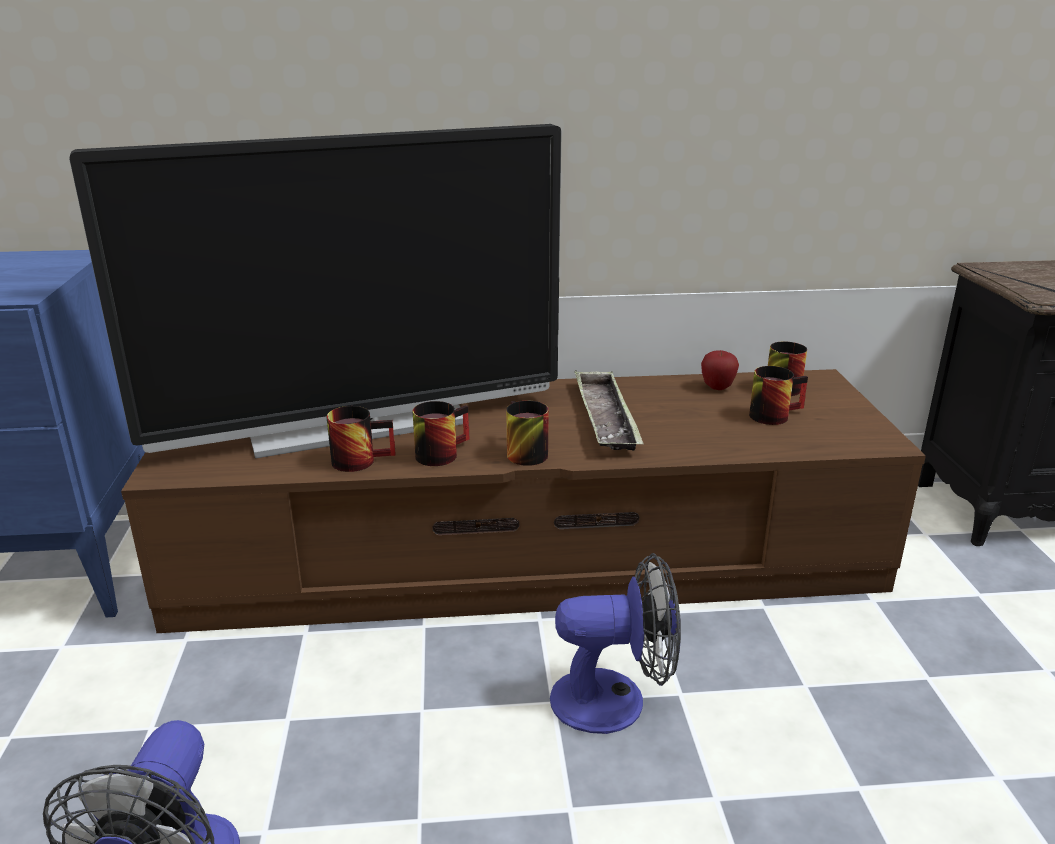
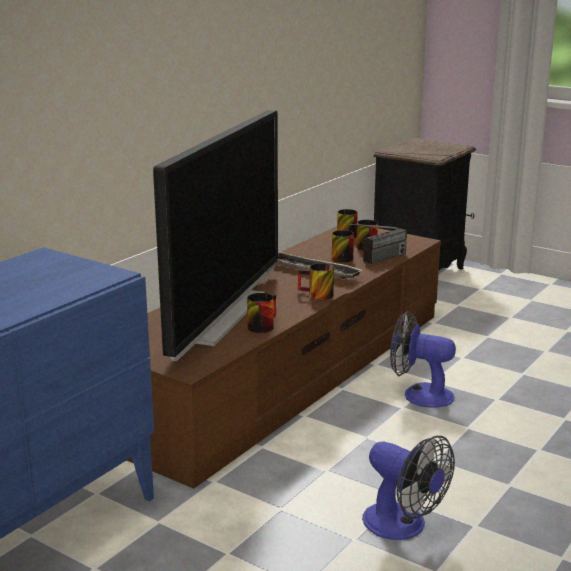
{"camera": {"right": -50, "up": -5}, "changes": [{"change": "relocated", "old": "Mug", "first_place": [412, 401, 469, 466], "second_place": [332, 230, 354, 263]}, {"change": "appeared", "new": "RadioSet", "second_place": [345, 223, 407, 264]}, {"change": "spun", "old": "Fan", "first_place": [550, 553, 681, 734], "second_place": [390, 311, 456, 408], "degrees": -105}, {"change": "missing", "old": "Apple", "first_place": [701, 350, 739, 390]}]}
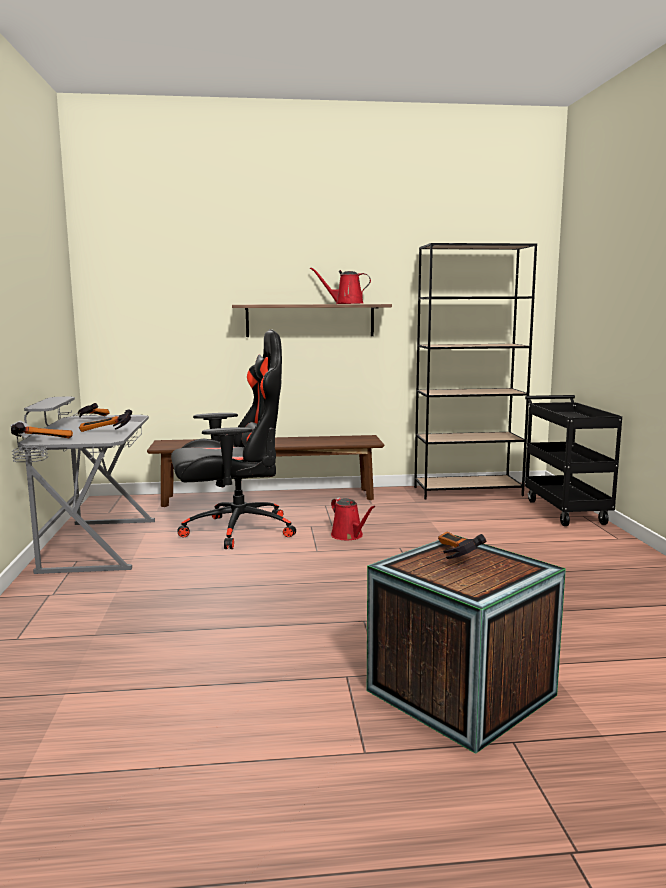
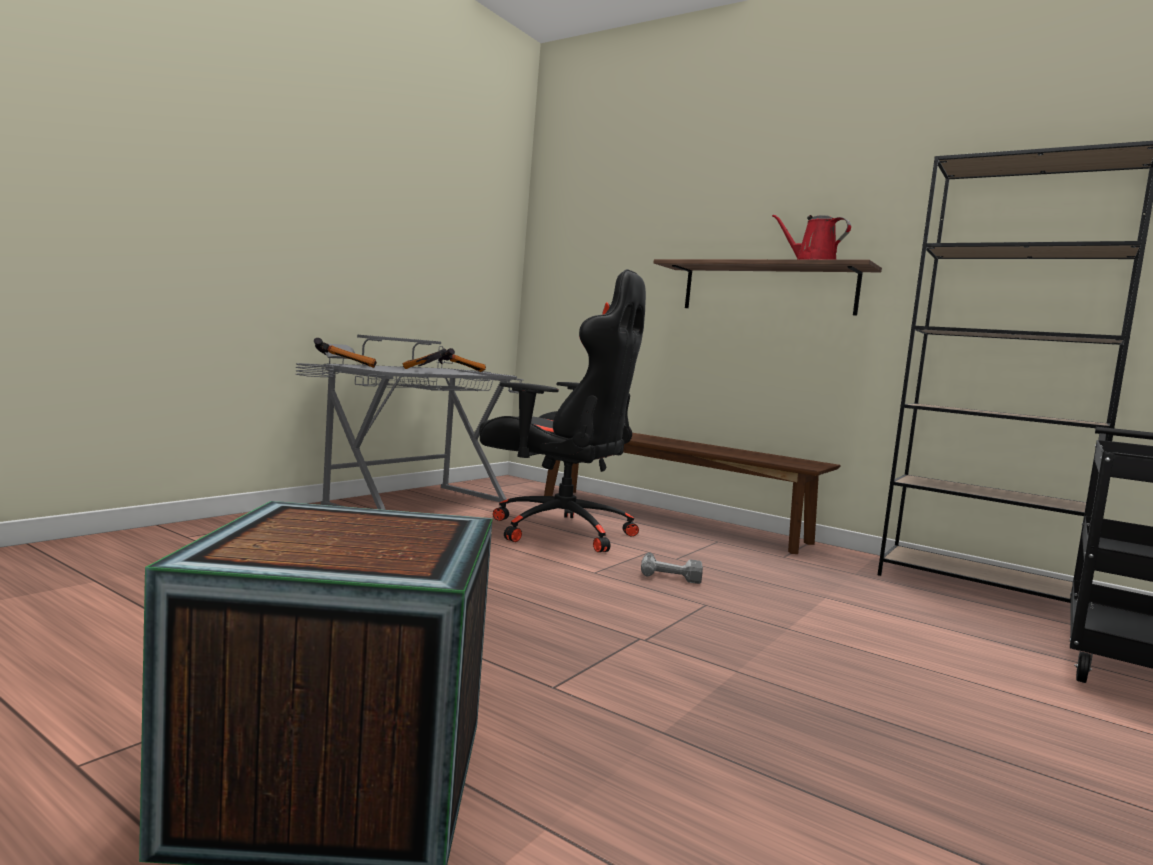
{"camera": {"right": 40, "up": -5}, "changes": [{"change": "exchanged", "old": "RedSprinklingCan", "new": "PowerDrill", "first_place": [331, 497, 375, 540], "second_place": [641, 552, 703, 584]}, {"change": "missing", "old": "HandHammer", "first_place": [438, 532, 486, 559]}]}
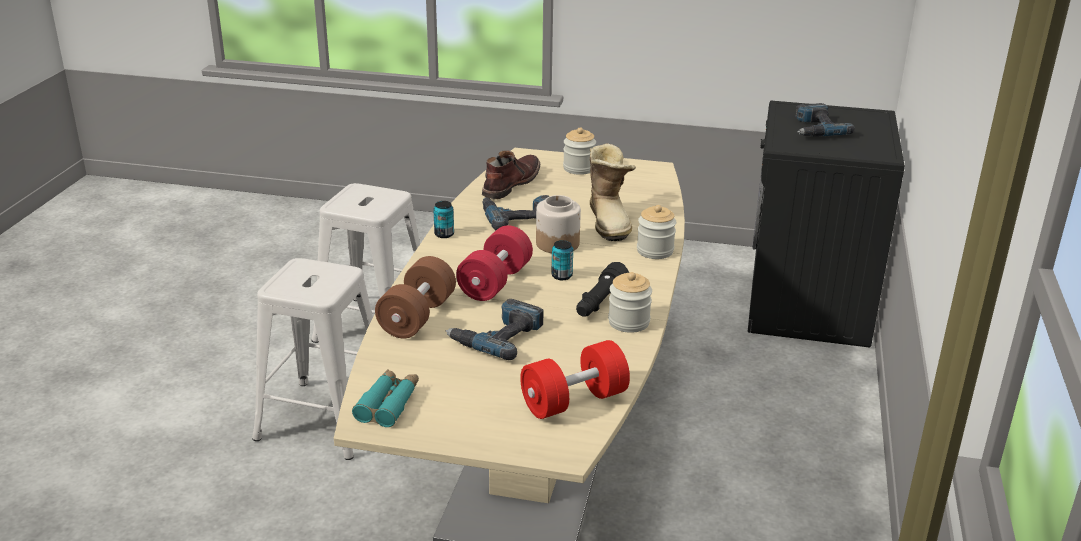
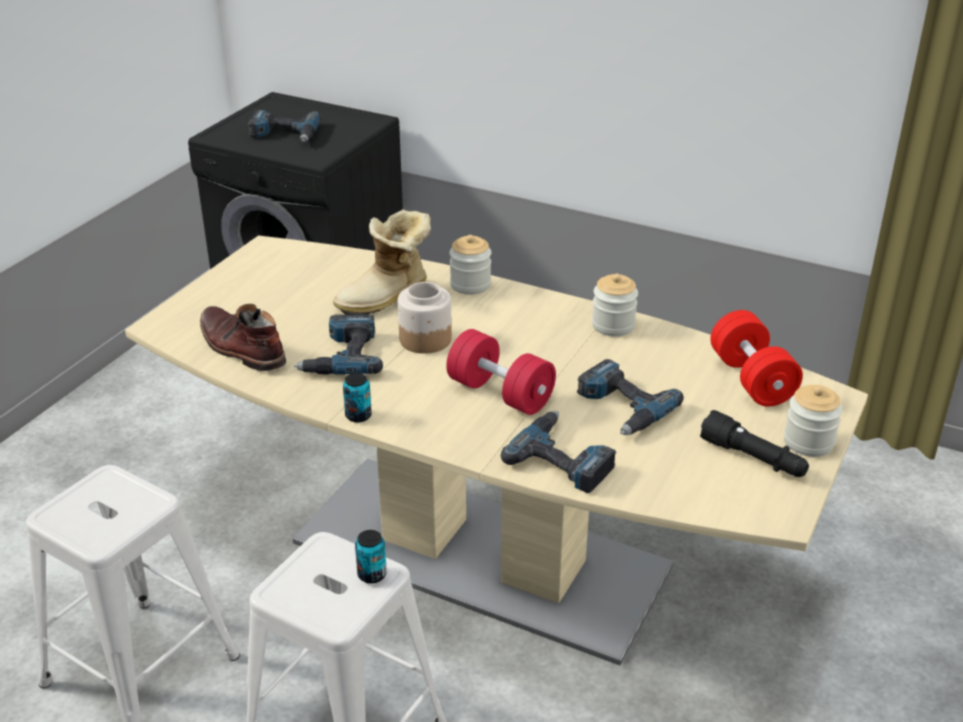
{"camera": {"right": -75, "up": 5}, "changes": [{"change": "spun", "old": "TallBoot", "first_place": [590, 144, 636, 241], "second_place": [333, 209, 431, 314], "degrees": 135}, {"change": "relocated", "old": "Can", "first_place": [551, 240, 573, 280], "second_place": [355, 530, 387, 584]}, {"change": "exchanged", "old": "BrownDumbbell", "new": "PowerDrill", "first_place": [375, 256, 456, 338], "second_place": [501, 410, 616, 493]}, {"change": "relocated", "old": "BlackFlashlight", "first_place": [576, 262, 629, 317], "second_place": [700, 410, 809, 477]}, {"change": "relocated", "old": "StorageJar", "first_place": [563, 127, 596, 175], "second_place": [784, 385, 842, 457]}, {"change": "missing", "old": "BlueGreenPairOfBinoculars", "first_place": [352, 369, 419, 427]}]}
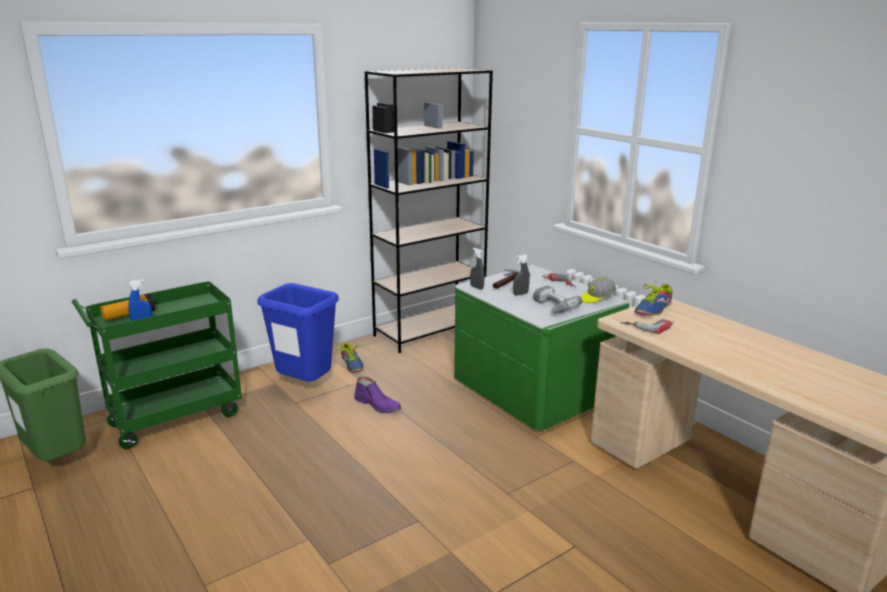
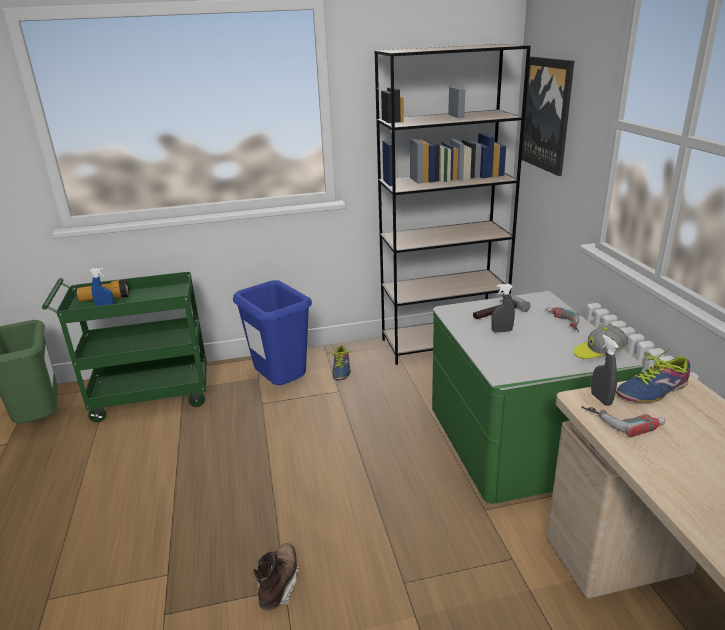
{"camera": {"right": 25, "up": 5}, "changes": [{"change": "appeared", "new": "BrownTallBoot", "second_place": [253, 543, 300, 610]}, {"change": "appeared", "new": "WallPicture", "second_place": [522, 56, 574, 176]}, {"change": "relocated", "old": "GreyishSprayBottle", "first_place": [470, 248, 484, 290], "second_place": [591, 335, 619, 406]}, {"change": "missing", "old": "PurpleTallBoot", "first_place": [354, 377, 401, 413]}, {"change": "missing", "old": "PowerDrill", "first_place": [533, 286, 583, 313]}]}
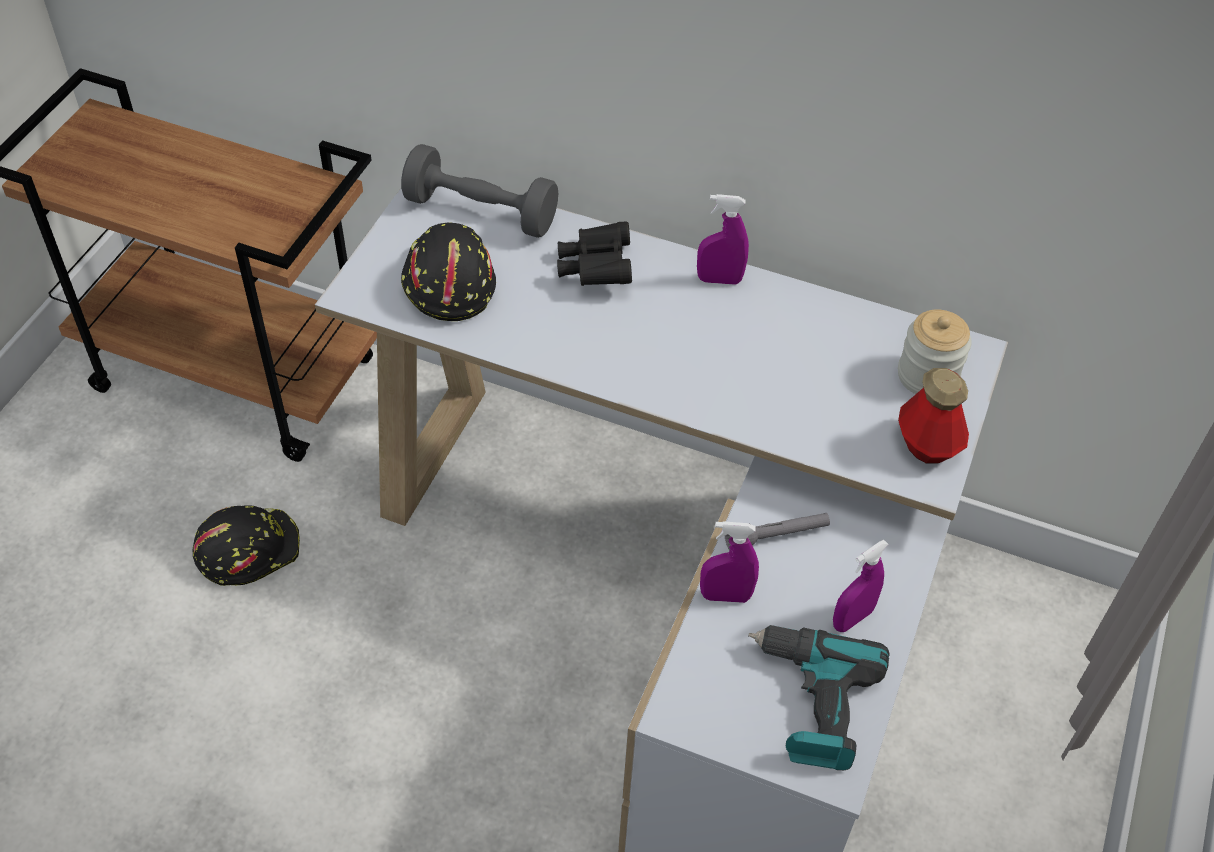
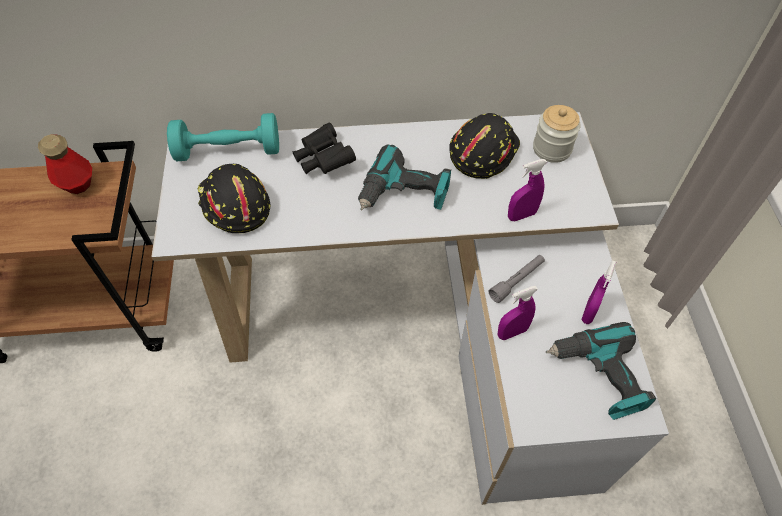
{"camera": {"right": -25, "up": 5}, "changes": [{"change": "relocated", "old": "DrinkBottle", "first_place": [898, 368, 969, 464], "second_place": [38, 134, 92, 194]}, {"change": "colour", "old": "GreyishDumbbell", "new": "BlueGreenDumbbell", "first_place": [401, 144, 558, 238], "second_place": [167, 113, 279, 161]}, {"change": "appeared", "new": "PowerDrill", "second_place": [358, 144, 451, 211]}, {"change": "relocated", "old": "BlackWorkHelmet", "first_place": [193, 505, 300, 586], "second_place": [449, 113, 520, 179]}, {"change": "relocated", "old": "PurpleSprayBottle", "first_place": [697, 194, 749, 285], "second_place": [508, 159, 547, 221]}]}
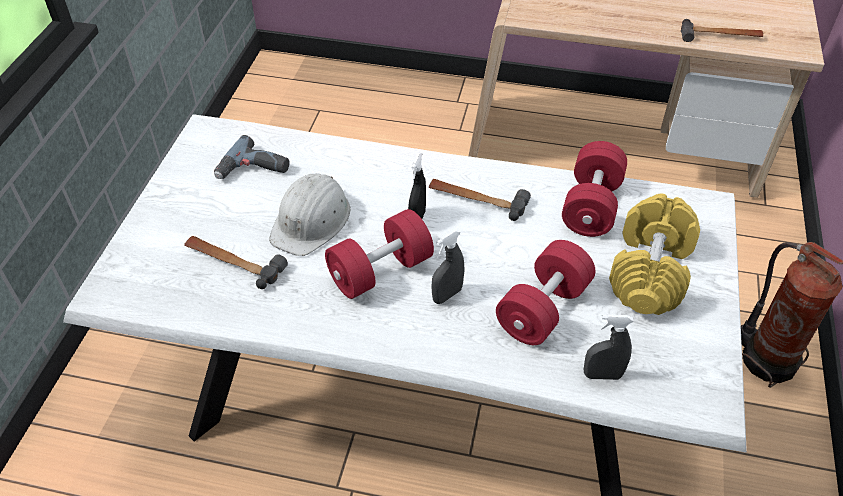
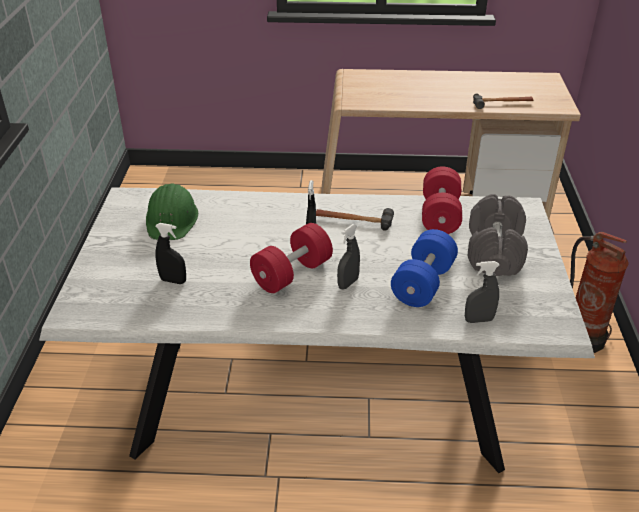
{"camera": {"right": -10, "up": -10}, "changes": [{"change": "exchanged", "old": "PowerDrill", "new": "GreenColouredWorkHelmet", "first_place": [214, 135, 290, 179], "second_place": [146, 183, 198, 240]}, {"change": "exchanged", "old": "HandHammer", "new": "BlackSprayBottle", "first_place": [184, 236, 288, 289], "second_place": [155, 223, 186, 284]}, {"change": "colour", "old": "RedDumbbell", "new": "BlueDumbbell", "first_place": [496, 240, 596, 345], "second_place": [391, 229, 458, 307]}, {"change": "colour", "old": "YellowDumbbell", "new": "GreyishDumbbell", "first_place": [609, 193, 700, 315], "second_place": [468, 194, 528, 276]}, {"change": "missing", "old": "WhiteWorkHelmet", "first_place": [269, 173, 350, 256]}]}
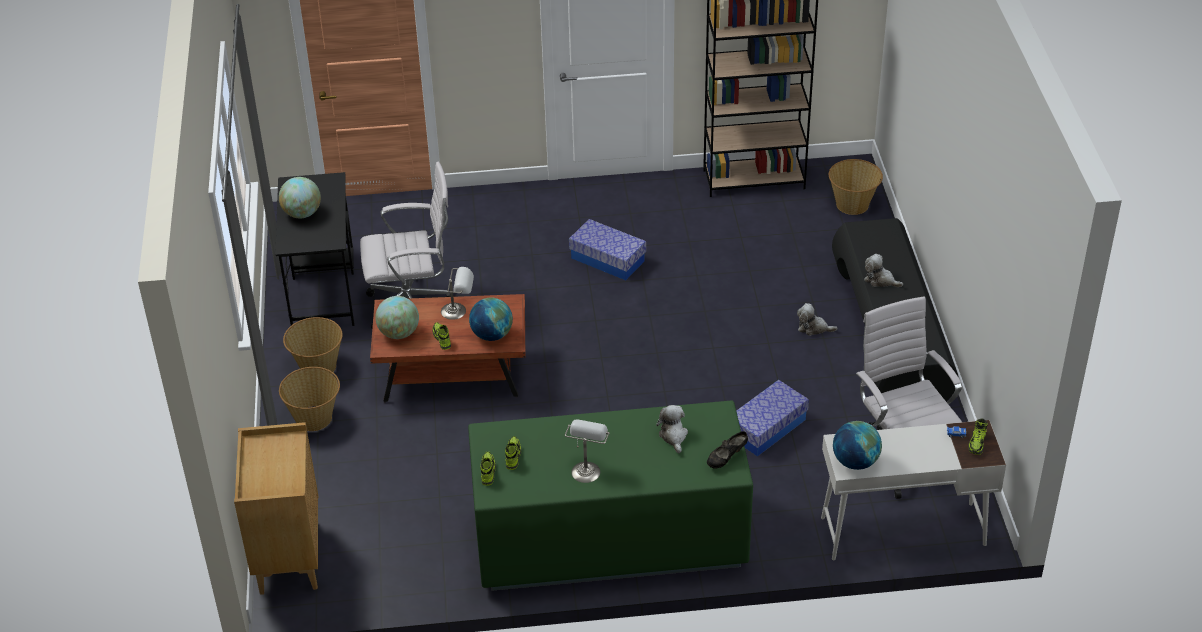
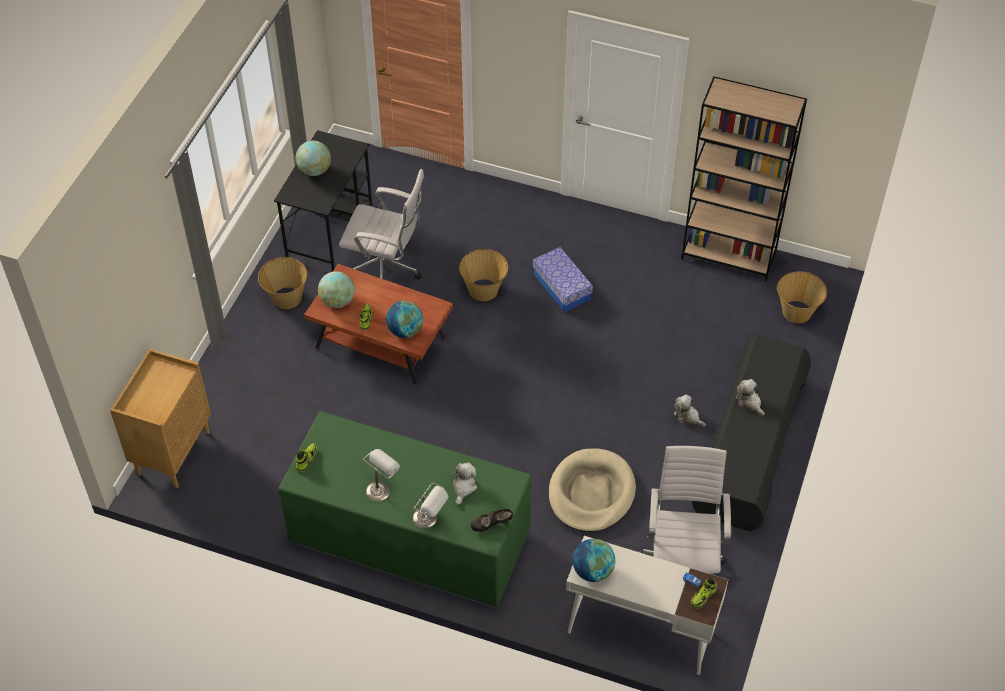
{"camera": {"right": 25, "up": 10}, "changes": [{"change": "relocated", "old": "WhiteTableLamp", "first_place": [441, 267, 474, 320], "second_place": [413, 483, 448, 528]}, {"change": "relocated", "old": "HouseholdBasket", "first_place": [279, 367, 340, 431], "second_place": [459, 249, 509, 301]}, {"change": "exchanged", "old": "StorageBox", "new": "BeigeColouredDogCushion", "first_place": [736, 380, 809, 456], "second_place": [549, 448, 636, 532]}, {"change": "missing", "old": "Shoe", "first_place": [505, 436, 521, 470]}]}
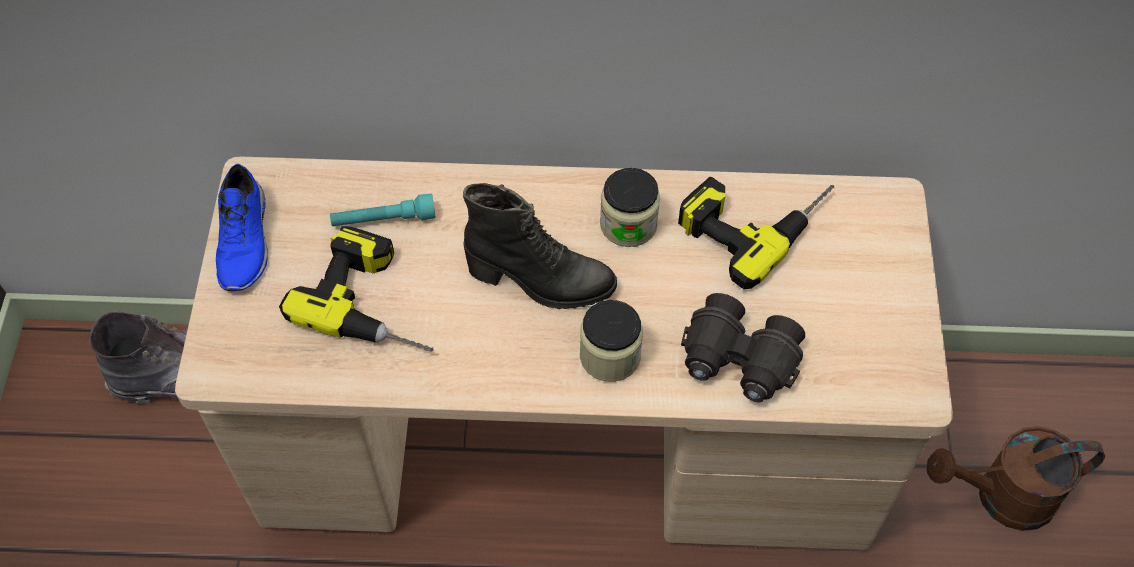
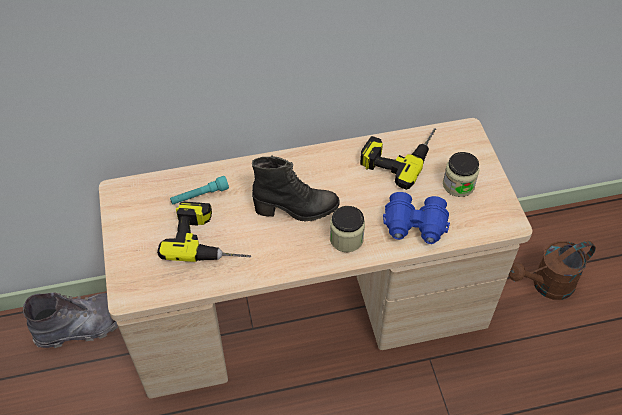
{"camera": {"right": -15, "up": -5}, "changes": [{"change": "colour", "old": "BlackPairOfBinoculars", "new": "BluePairOfBinoculars", "first_place": [681, 293, 805, 403], "second_place": [383, 192, 450, 244]}, {"change": "relocated", "old": "StorageJar", "first_place": [600, 168, 660, 247], "second_place": [443, 152, 479, 197]}, {"change": "missing", "old": "BlueShoe", "first_place": [216, 164, 268, 291]}]}
